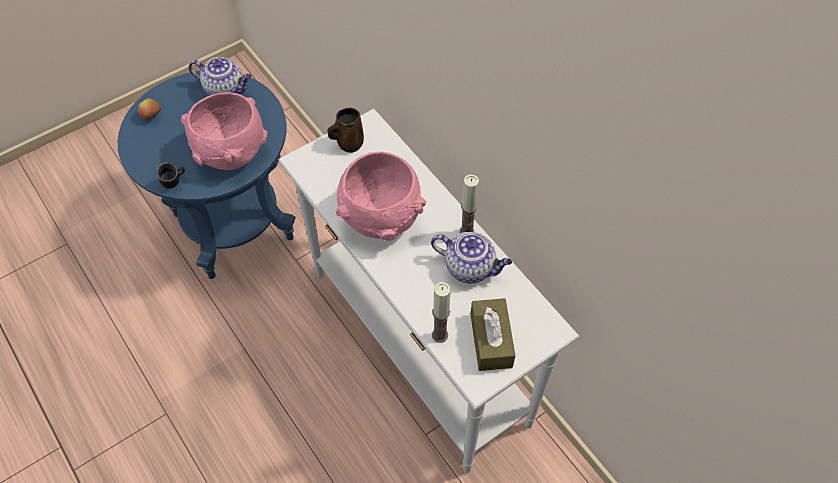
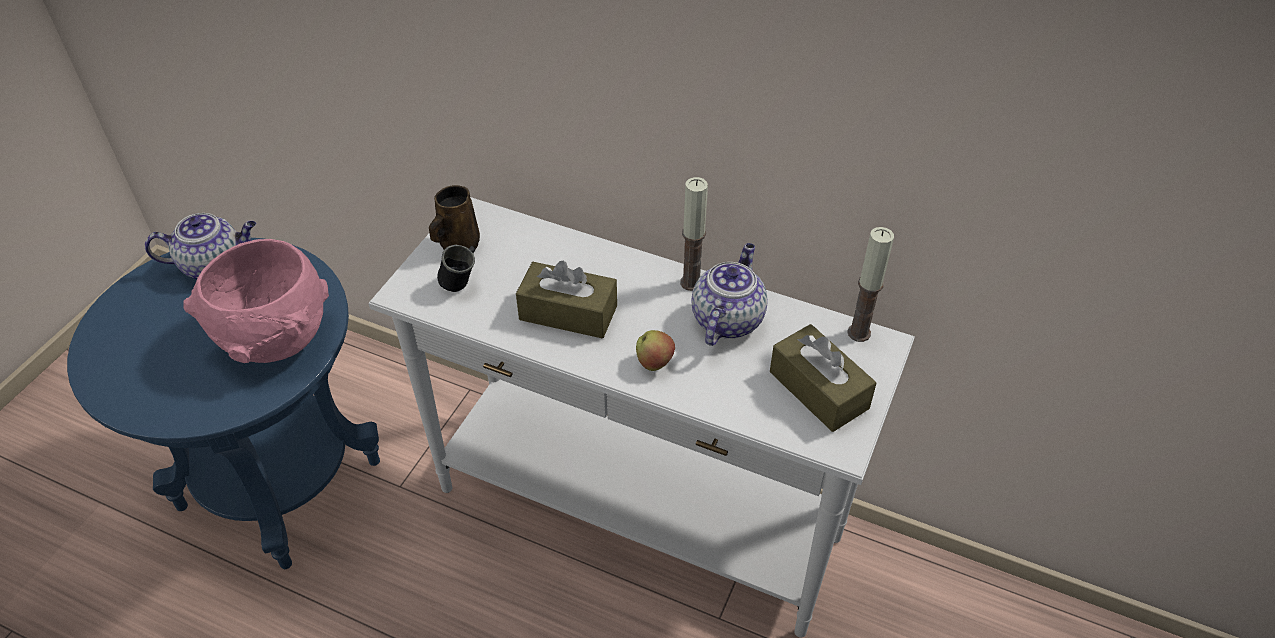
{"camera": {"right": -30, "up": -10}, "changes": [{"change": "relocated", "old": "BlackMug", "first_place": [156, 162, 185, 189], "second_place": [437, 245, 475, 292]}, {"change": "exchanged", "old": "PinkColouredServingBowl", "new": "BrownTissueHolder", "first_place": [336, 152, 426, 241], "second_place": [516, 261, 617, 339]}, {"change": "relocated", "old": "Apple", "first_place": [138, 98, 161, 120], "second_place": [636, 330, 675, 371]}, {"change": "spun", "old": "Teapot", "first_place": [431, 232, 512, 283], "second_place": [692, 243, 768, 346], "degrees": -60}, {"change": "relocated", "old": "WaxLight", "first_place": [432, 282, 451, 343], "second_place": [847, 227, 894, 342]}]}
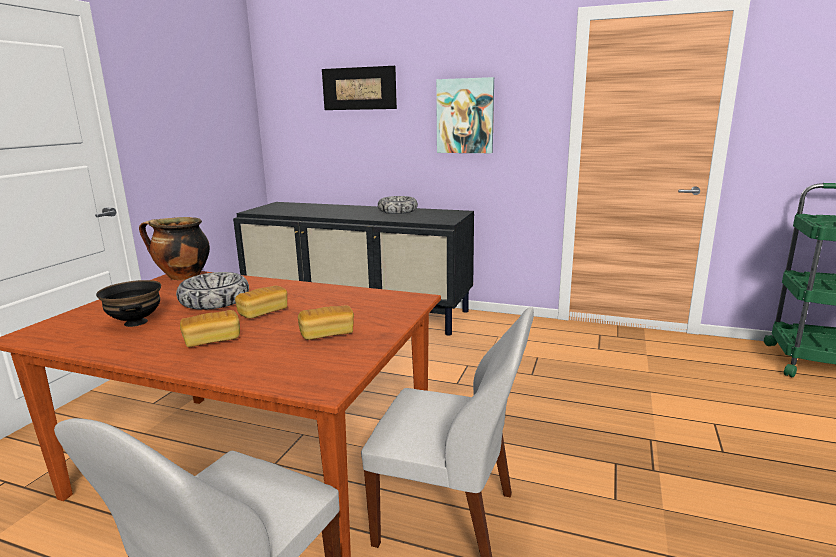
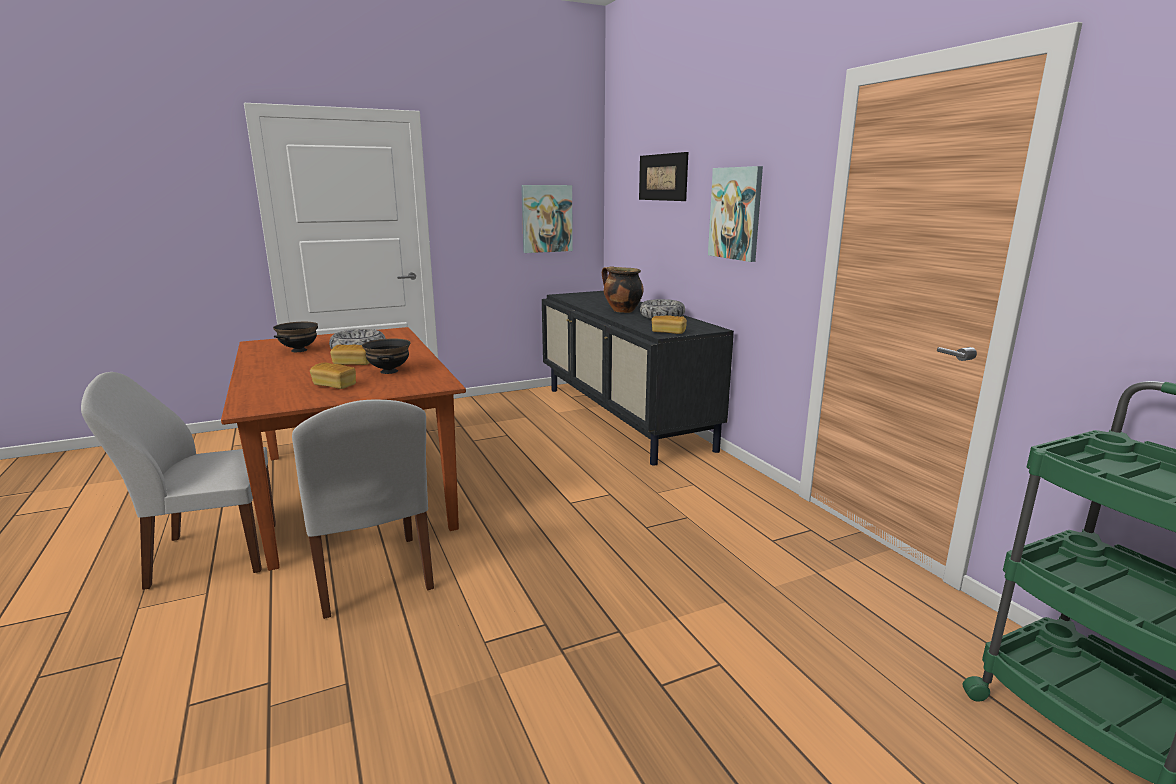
{"camera": {"right": 45, "up": 0}, "changes": [{"change": "appeared", "new": "BlackServingBowl", "second_place": [362, 339, 410, 374]}, {"change": "appeared", "new": "WallPicture", "second_place": [521, 185, 573, 253]}, {"change": "relocated", "old": "Stockpot", "first_place": [139, 217, 210, 280], "second_place": [602, 266, 643, 313]}, {"change": "relocated", "old": "BakeryBread", "first_place": [180, 310, 240, 347], "second_place": [652, 316, 687, 334]}]}
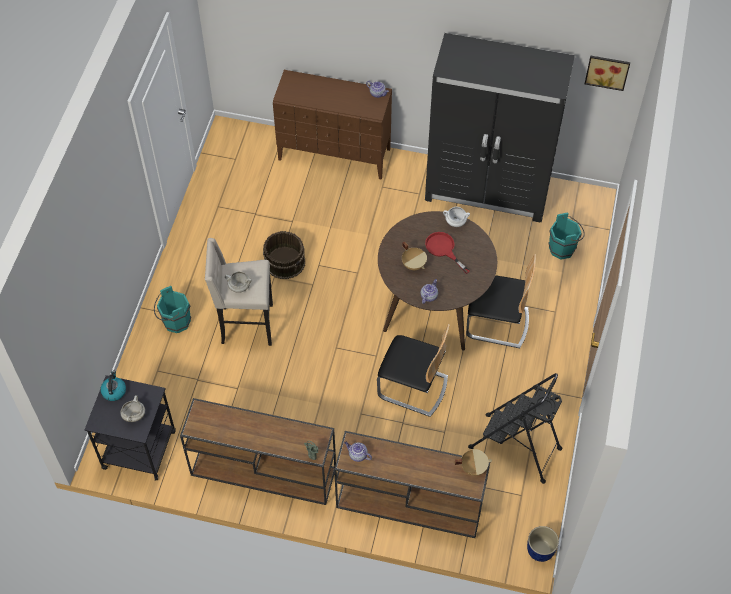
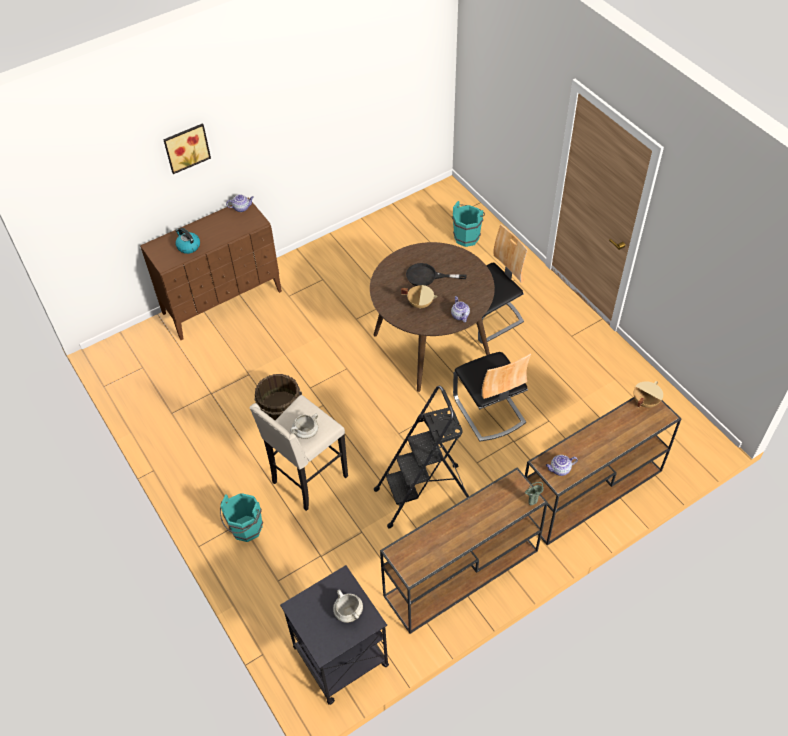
{"camera": {"right": -45, "up": -5}, "changes": [{"change": "relocated", "old": "WallPicture", "first_place": [585, 56, 630, 91], "second_place": [163, 123, 211, 174]}, {"change": "relocated", "old": "Kettle", "first_place": [100, 371, 126, 401], "second_place": [175, 228, 200, 254]}, {"change": "relocated", "old": "Stepladder", "first_place": [468, 373, 562, 484], "second_place": [374, 386, 469, 529]}, {"change": "colour", "old": "RedPan", "new": "BlackPan", "first_place": [425, 232, 470, 274], "second_place": [406, 263, 467, 286]}, {"change": "spun", "old": "UprightChair", "first_place": [377, 324, 450, 417], "second_place": [453, 352, 531, 442], "degrees": 90}, {"change": "missing", "old": "BlackStorageCabinet", "first_place": [425, 33, 575, 222]}, {"change": "missing", "old": "WhiteStockpot", "first_place": [443, 207, 470, 227]}, {"change": "missing", "old": "BluePlantPot", "first_place": [527, 526, 559, 562]}]}
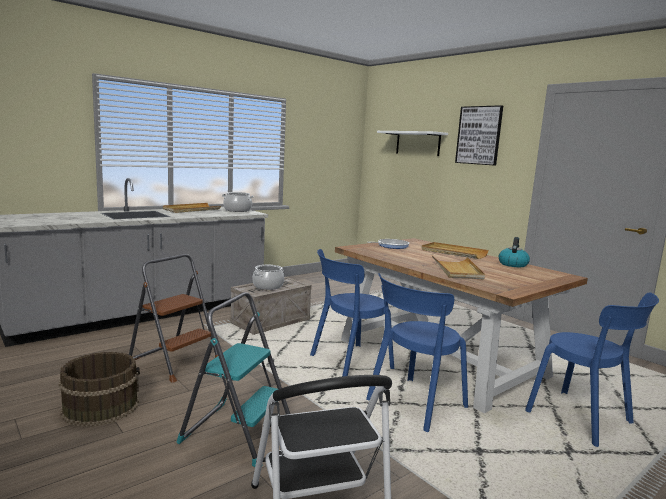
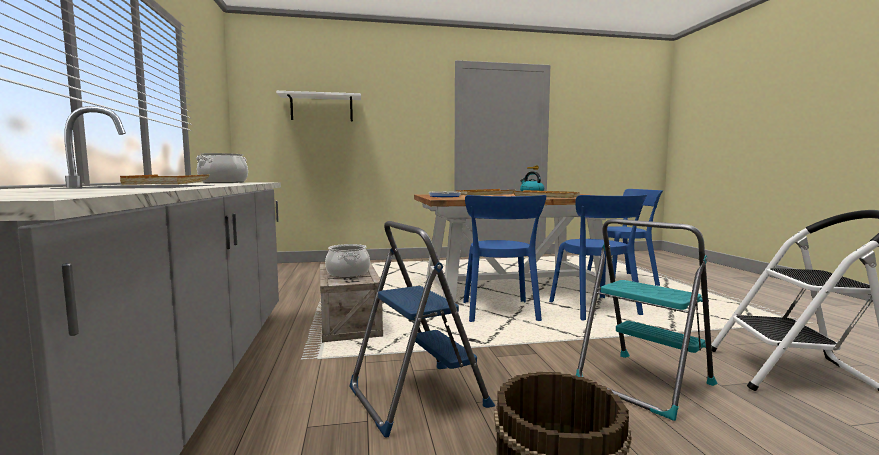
{"camera": {"right": -60, "up": -5}, "changes": [{"change": "colour", "old": "BrownStepladder", "new": "BlueStepladder", "first_place": [129, 254, 218, 383], "second_place": [349, 221, 495, 437]}, {"change": "missing", "old": "WallPicture", "first_place": [455, 105, 503, 166]}]}
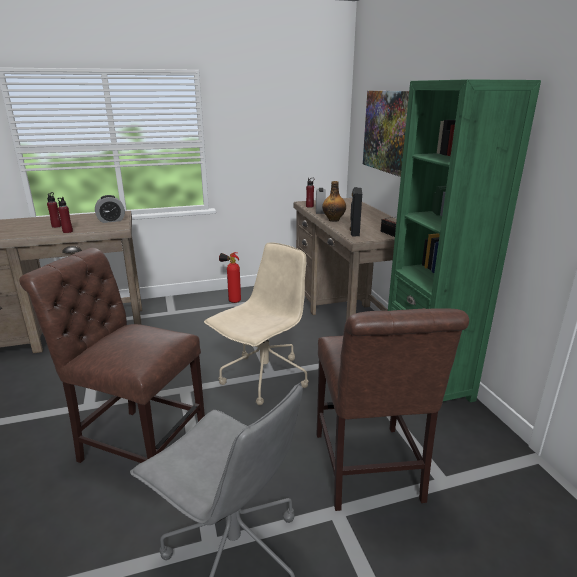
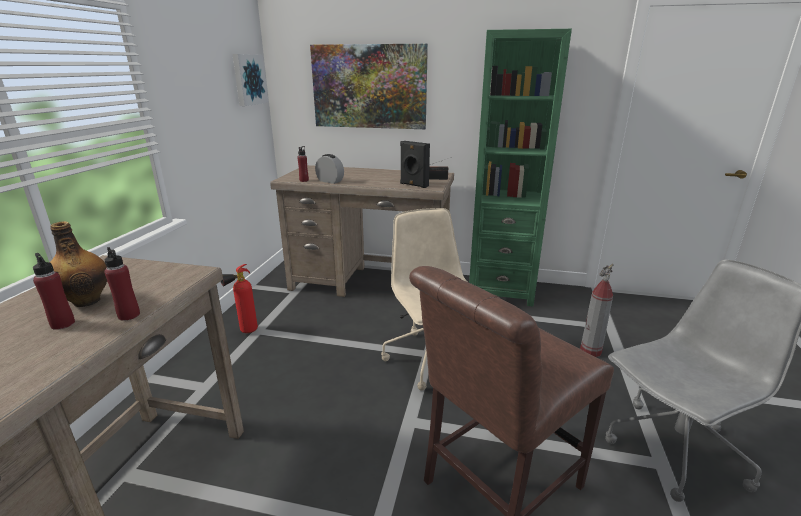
{"camera": {"right": -60, "up": 0}, "changes": [{"change": "relocated", "old": "DrinkBottle", "first_place": [322, 181, 346, 222], "second_place": [50, 221, 107, 307]}, {"change": "appeared", "new": "WallPicture", "second_place": [232, 54, 268, 106]}, {"change": "exchanged", "old": "BrownUprightChair", "new": "FireFightingCylinder", "first_place": [317, 308, 469, 511], "second_place": [580, 264, 614, 357]}, {"change": "missing", "old": "AlarmClock", "first_place": [95, 195, 125, 223]}]}
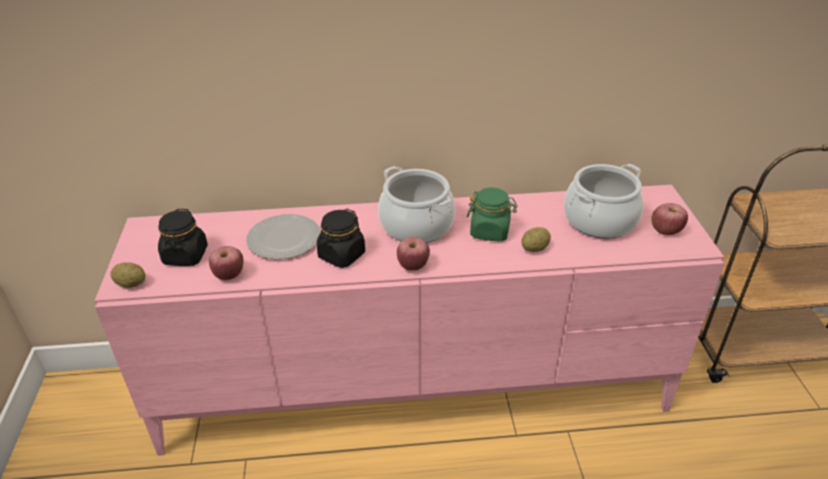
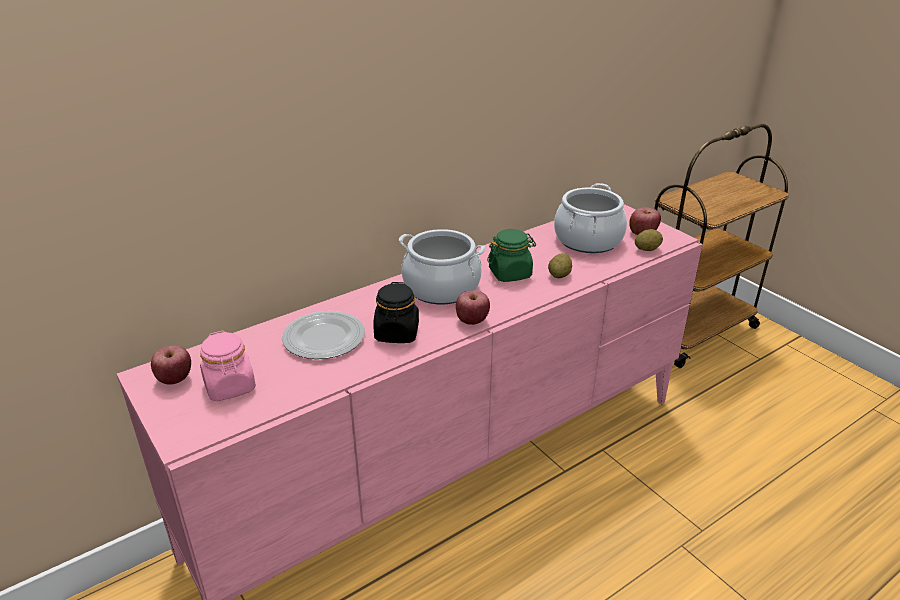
{"camera": {"right": -30, "up": -5}, "changes": [{"change": "relocated", "old": "Apple", "first_place": [209, 246, 244, 280], "second_place": [151, 346, 191, 385]}, {"change": "colour", "old": "BlackStorageJar", "new": "PinkColouredStorageJar", "first_place": [158, 209, 208, 266], "second_place": [200, 330, 256, 401]}, {"change": "relocated", "old": "Potato", "first_place": [110, 262, 146, 288], "second_place": [635, 229, 663, 251]}]}
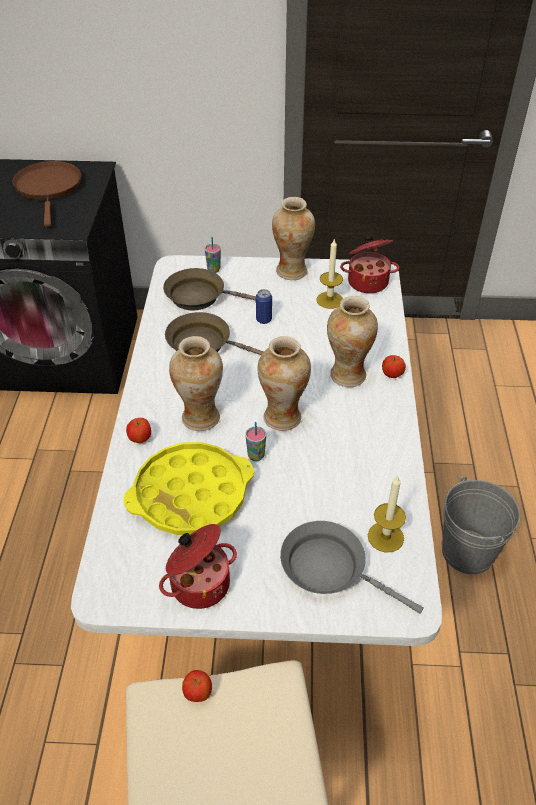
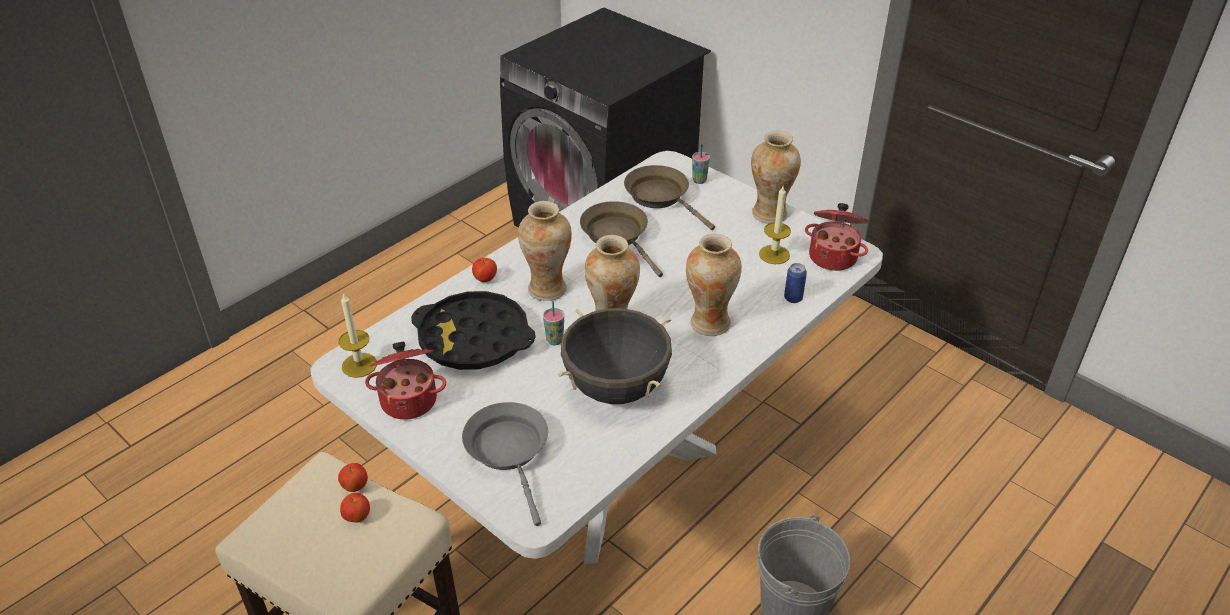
{"camera": {"right": 40, "up": -5}, "changes": [{"change": "relocated", "old": "WaxLight", "first_place": [368, 475, 406, 553], "second_place": [338, 292, 377, 378]}, {"change": "relocated", "old": "Apple", "first_place": [382, 355, 406, 378], "second_place": [340, 493, 370, 522]}, {"change": "colour", "old": "YellowTray", "new": "BlackTray", "first_place": [123, 442, 254, 535], "second_place": [411, 291, 536, 370]}, {"change": "appeared", "new": "BlackStockpot", "second_place": [558, 308, 672, 404]}, {"change": "relocated", "old": "Can", "first_place": [256, 289, 272, 324], "second_place": [784, 263, 807, 303]}, {"change": "missing", "old": "BrownPan", "first_place": [12, 161, 82, 227]}]}
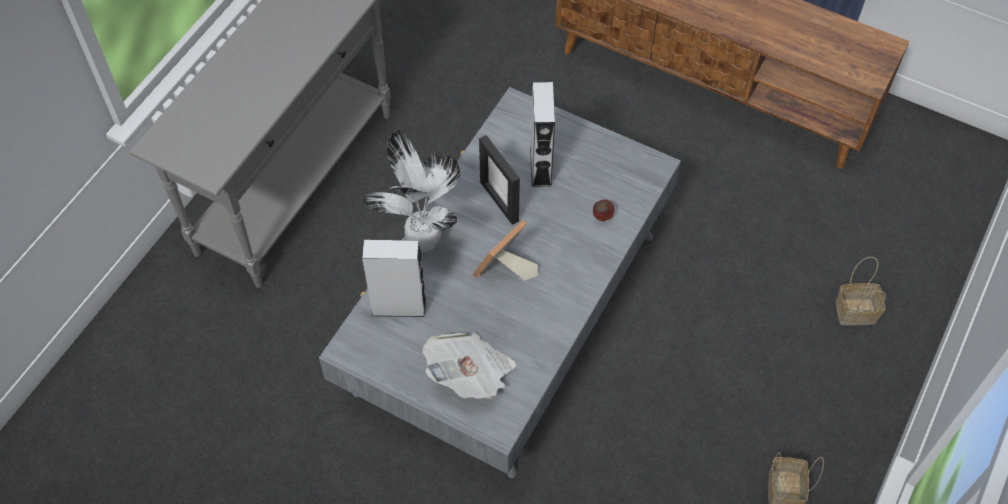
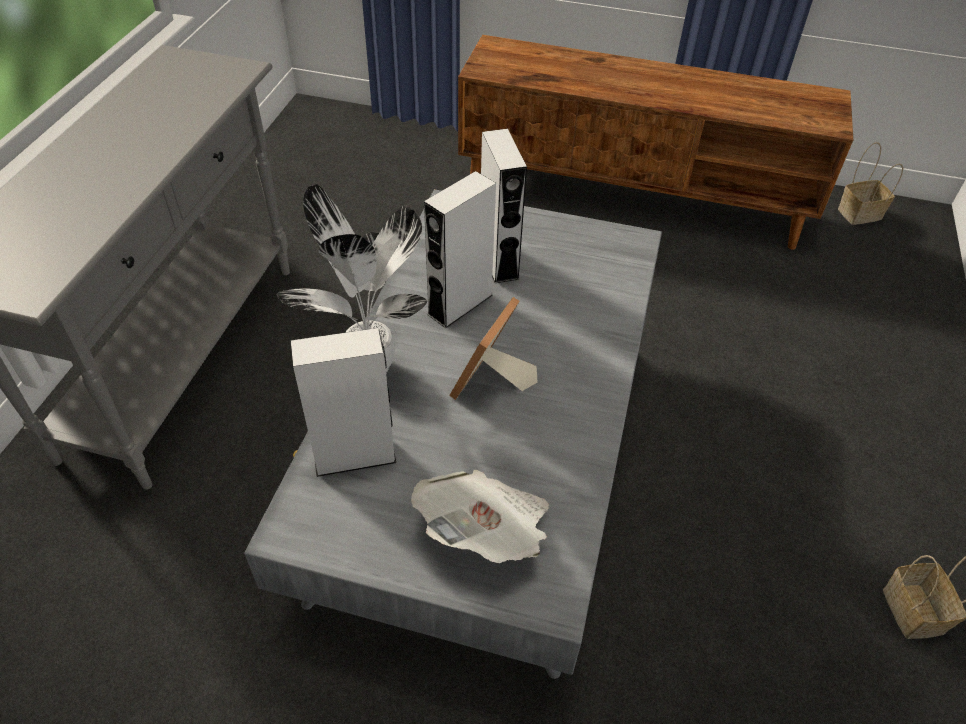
{"camera": {"right": -15, "up": -10}, "changes": [{"change": "exchanged", "old": "PhotoFrame", "new": "GreyishLoudspeaker", "first_place": [479, 135, 520, 225], "second_place": [424, 171, 496, 328]}, {"change": "relocated", "old": "HouseholdBasket", "first_place": [836, 257, 886, 325], "second_place": [838, 142, 903, 225]}, {"change": "missing", "old": "Apple", "first_place": [593, 200, 614, 221]}]}
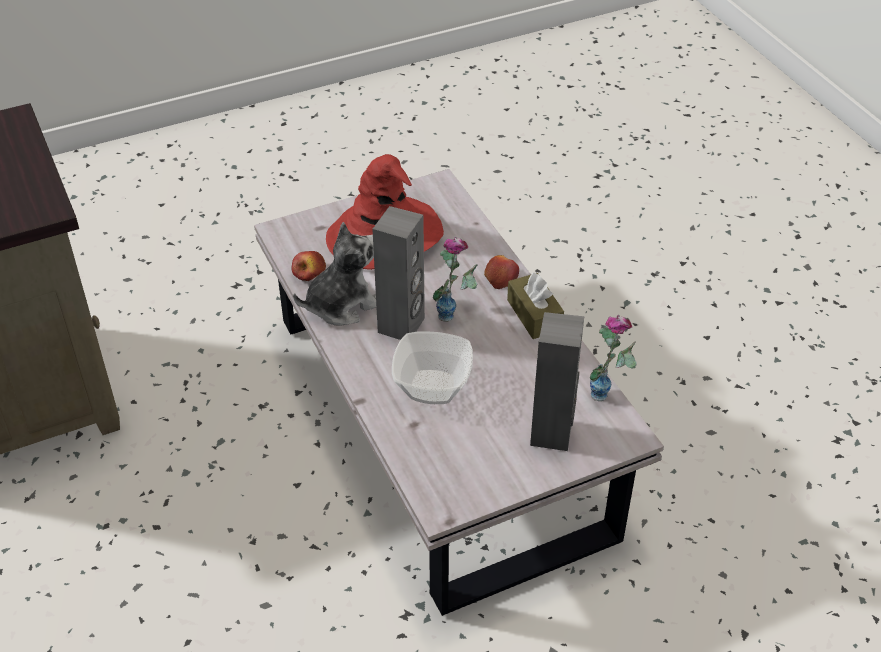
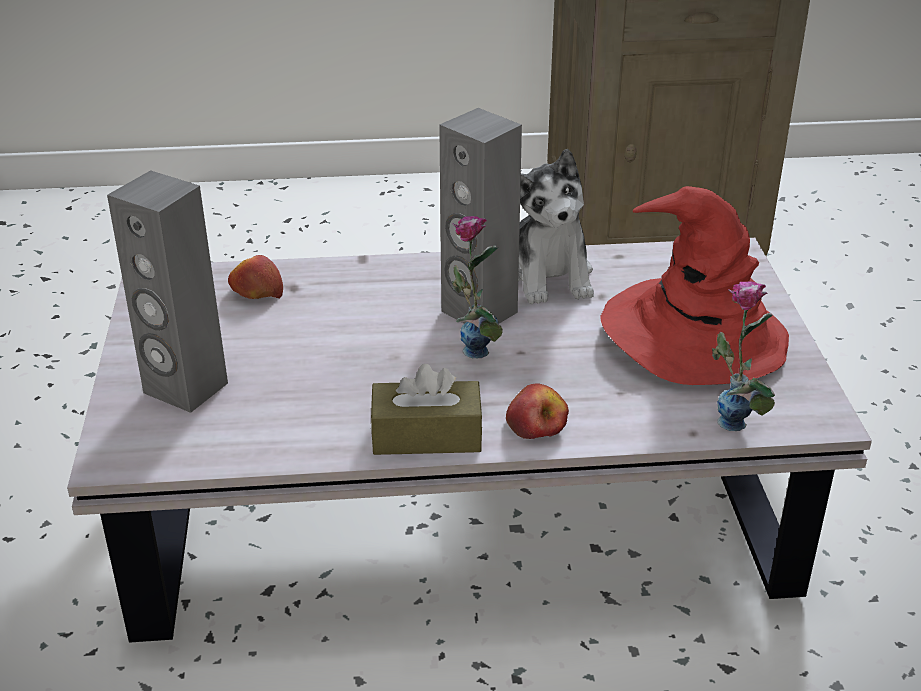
{"camera": {"right": 110, "up": -10}, "changes": [{"change": "relocated", "old": "Apple", "first_place": [292, 251, 326, 281], "second_place": [228, 255, 283, 299]}, {"change": "relocated", "old": "FlowerVase", "first_place": [590, 315, 637, 401], "second_place": [712, 281, 775, 431]}, {"change": "missing", "old": "ServingBowl", "first_place": [392, 332, 473, 404]}]}
